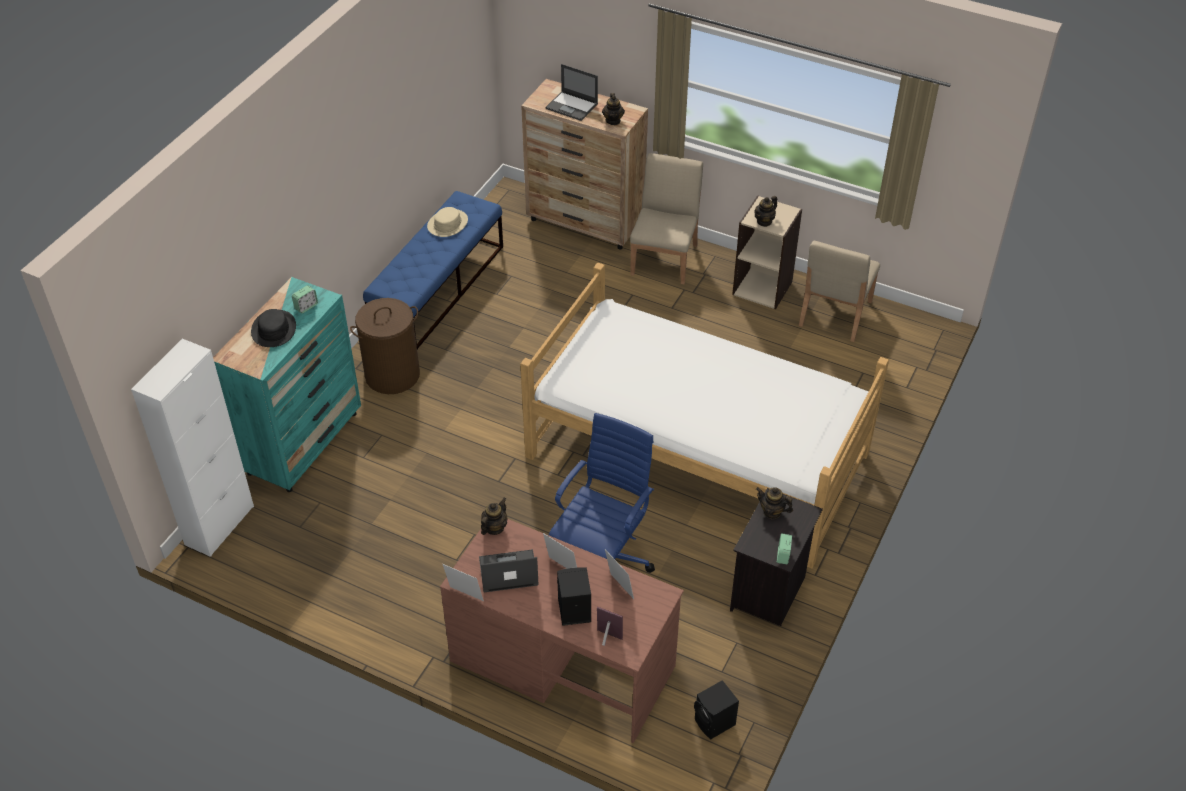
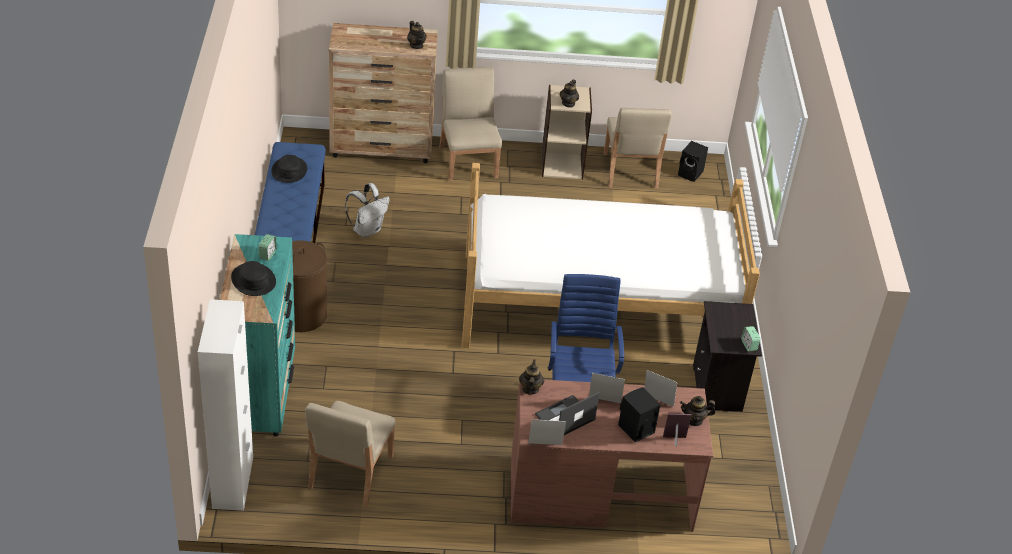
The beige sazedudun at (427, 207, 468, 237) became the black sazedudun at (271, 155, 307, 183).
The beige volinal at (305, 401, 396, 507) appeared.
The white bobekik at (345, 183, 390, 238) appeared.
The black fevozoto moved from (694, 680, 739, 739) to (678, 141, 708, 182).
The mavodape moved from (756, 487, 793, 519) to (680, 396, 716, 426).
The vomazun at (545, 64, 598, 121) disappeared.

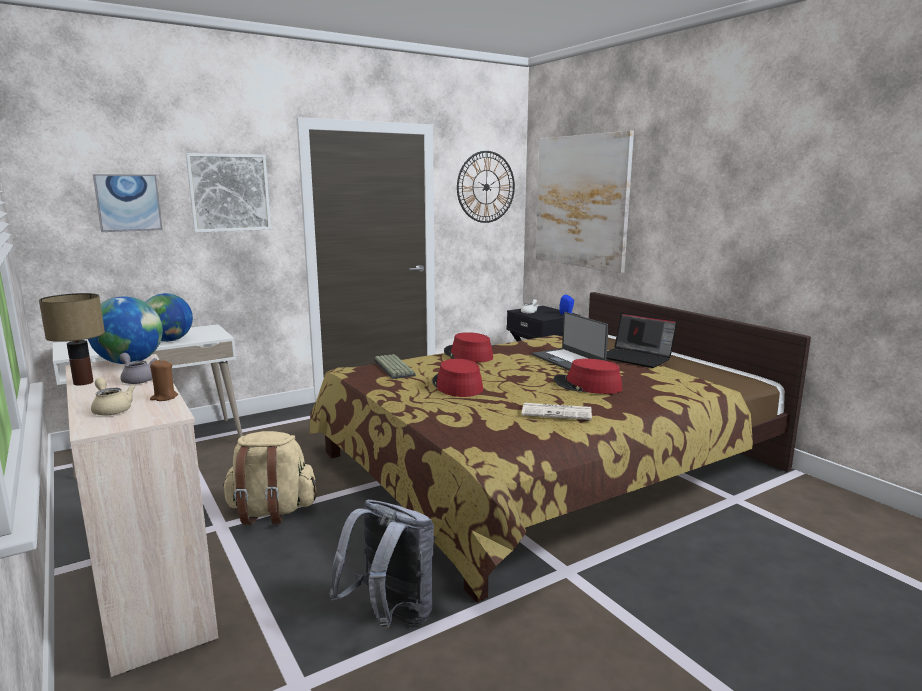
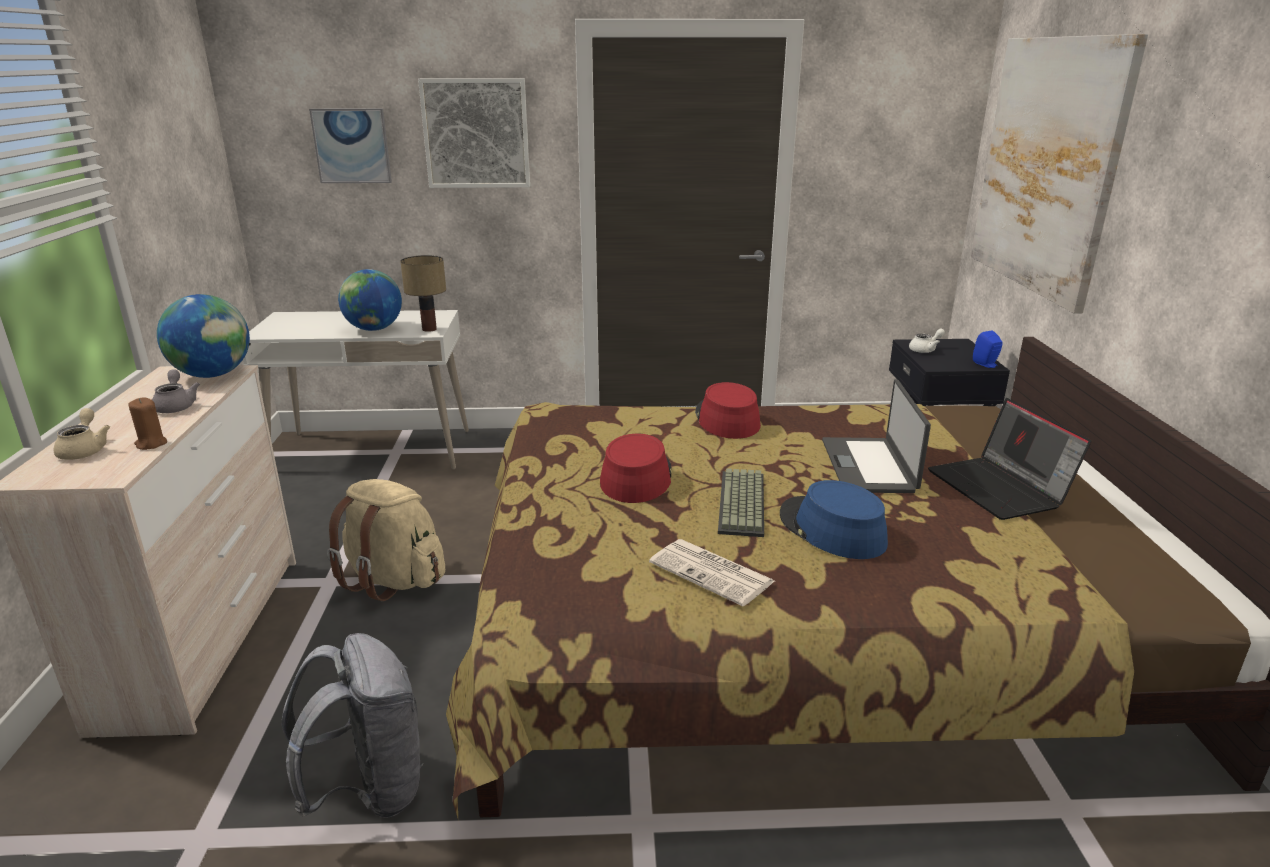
The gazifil moved from (39, 293, 105, 386) to (400, 255, 446, 332).
The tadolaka moved from (374, 354, 416, 379) to (718, 468, 764, 537).
The red sazedudun at (553, 359, 622, 394) became the blue sazedudun at (780, 480, 888, 559).
The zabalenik at (457, 151, 515, 223) disappeared.

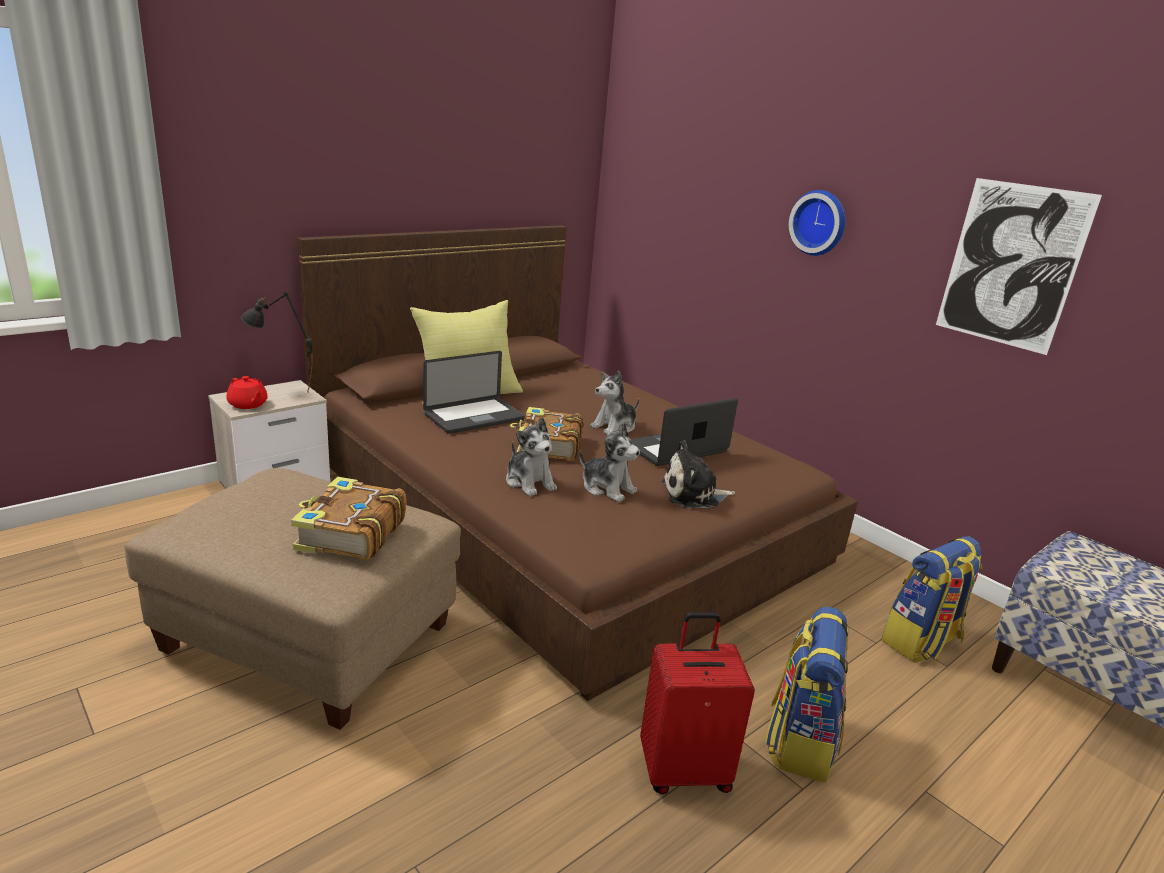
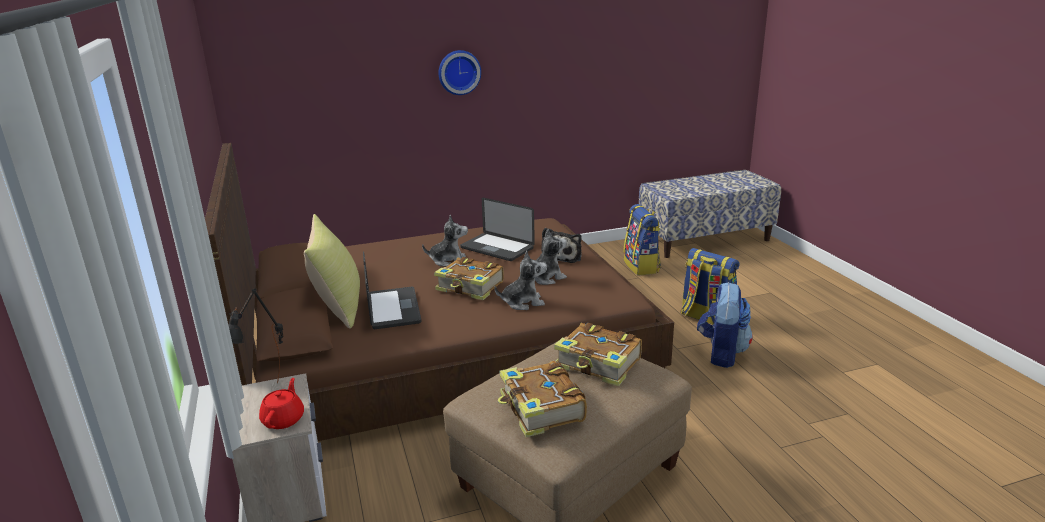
The red mavodape at (226, 376, 268, 409) turned 60 degrees counterclockwise.
The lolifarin at (590, 371, 640, 435) turned 75 degrees counterclockwise.
The vomazun at (631, 398, 738, 466) turned 45 degrees counterclockwise.
The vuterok at (498, 361, 587, 437) appeared.
The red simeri at (640, 612, 755, 794) was replaced by the bobekik at (697, 282, 753, 368).
The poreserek at (936, 178, 1102, 355) disappeared.

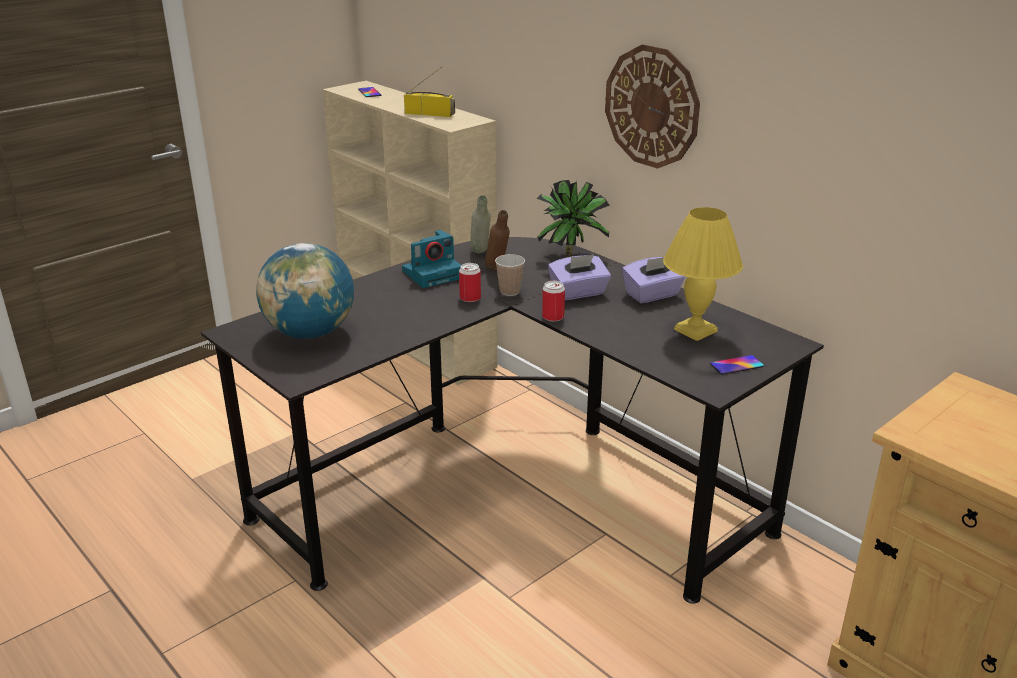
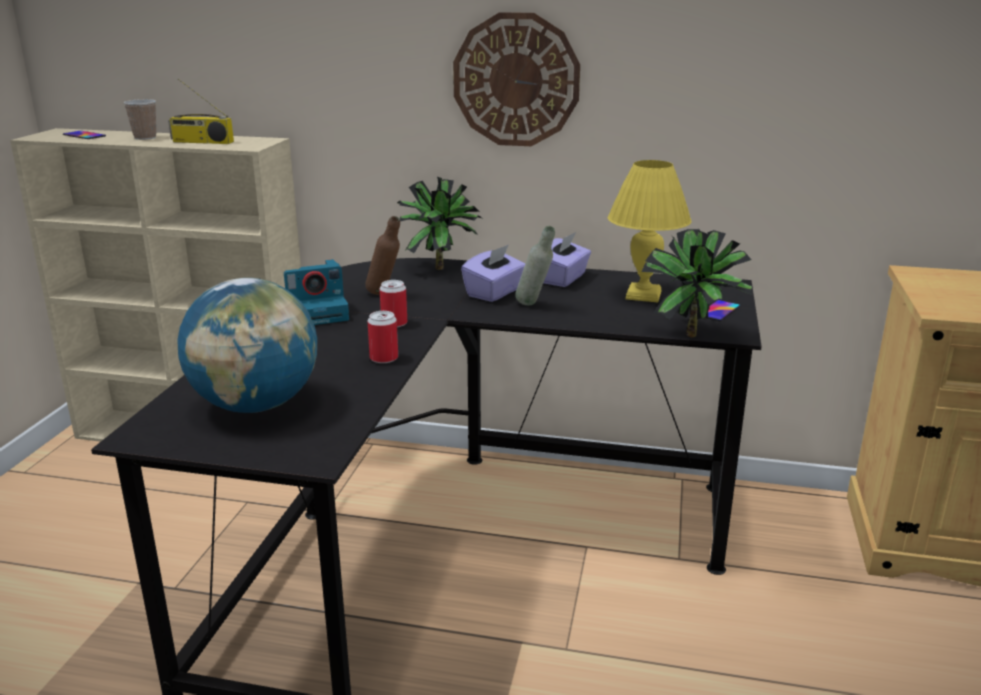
The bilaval moved from (495, 254, 525, 296) to (123, 99, 156, 140).
The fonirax at (404, 66, 455, 117) turned 150 degrees counterclockwise.
The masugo at (402, 230, 461, 288) turned 45 degrees clockwise.
The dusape moved from (542, 281, 565, 322) to (367, 311, 398, 363).
The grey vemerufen moved from (470, 195, 491, 253) to (515, 226, 555, 306).
The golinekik at (641, 229, 753, 337) appeared.

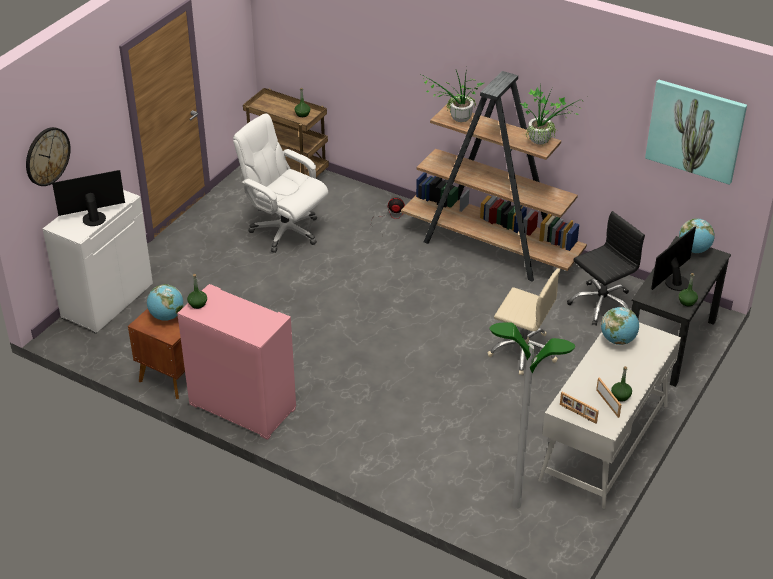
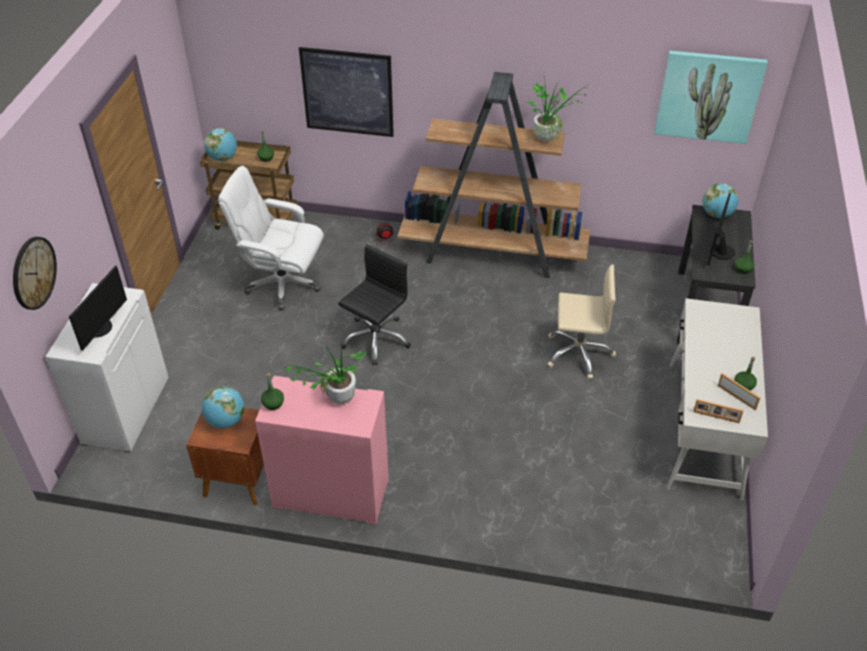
The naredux at (52, 170, 125, 226) turned 150 degrees clockwise.
The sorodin moved from (601, 307, 639, 345) to (204, 128, 237, 161).
The golinekik moved from (423, 68, 484, 122) to (284, 346, 367, 404).
The poreserek at (299, 47, 394, 137) appeared.
The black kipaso moved from (567, 211, 645, 326) to (338, 244, 411, 365).
The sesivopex at (490, 322, 575, 509) disappeared.

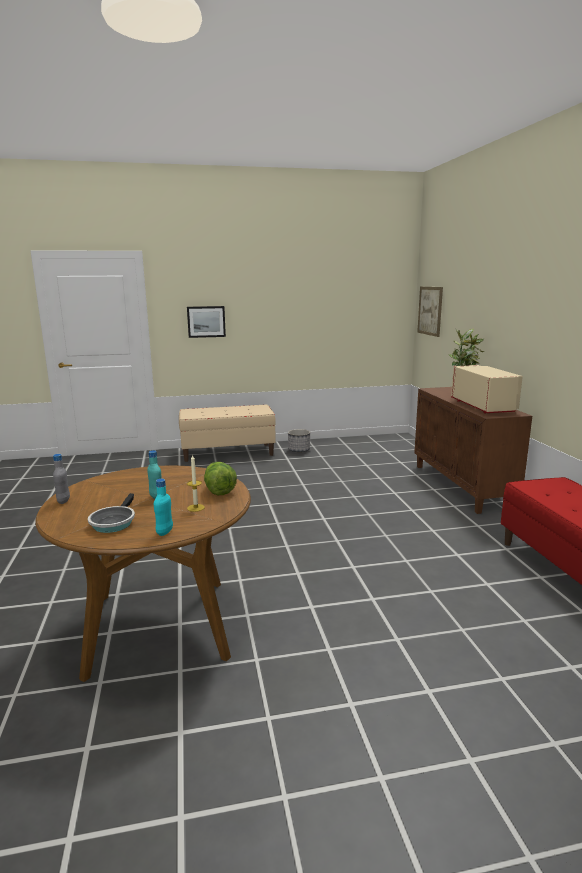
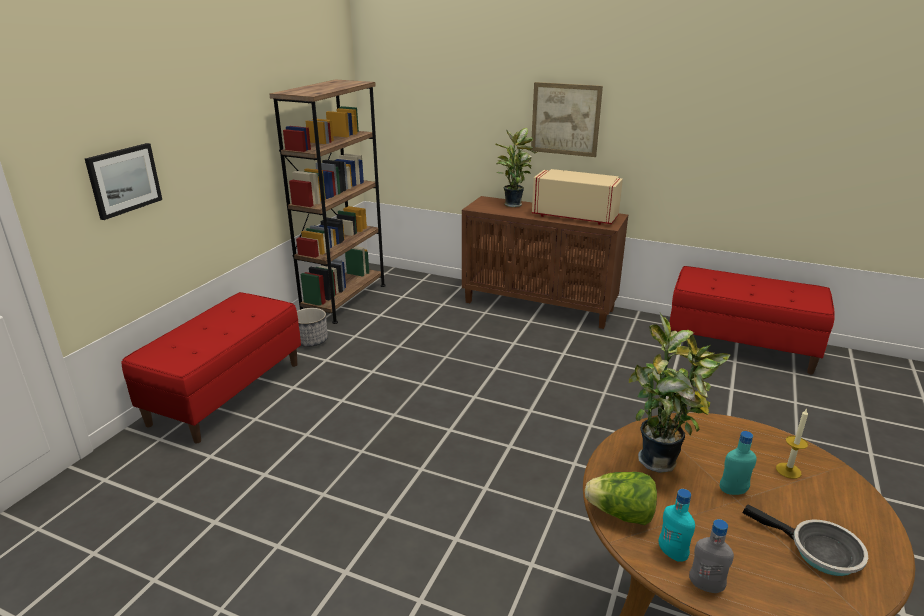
The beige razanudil at (179, 405, 276, 462) became the red razanudil at (122, 292, 301, 444).
The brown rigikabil at (269, 79, 386, 324) appeared.
The poreserek moved from (417, 287, 443, 337) to (531, 82, 603, 157).
The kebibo moved from (204, 462, 237, 495) to (585, 472, 657, 525).
The golinekik at (629, 313, 731, 473) appeared.
The turquoise vemerufen moved from (154, 479, 173, 536) to (658, 489, 695, 562).

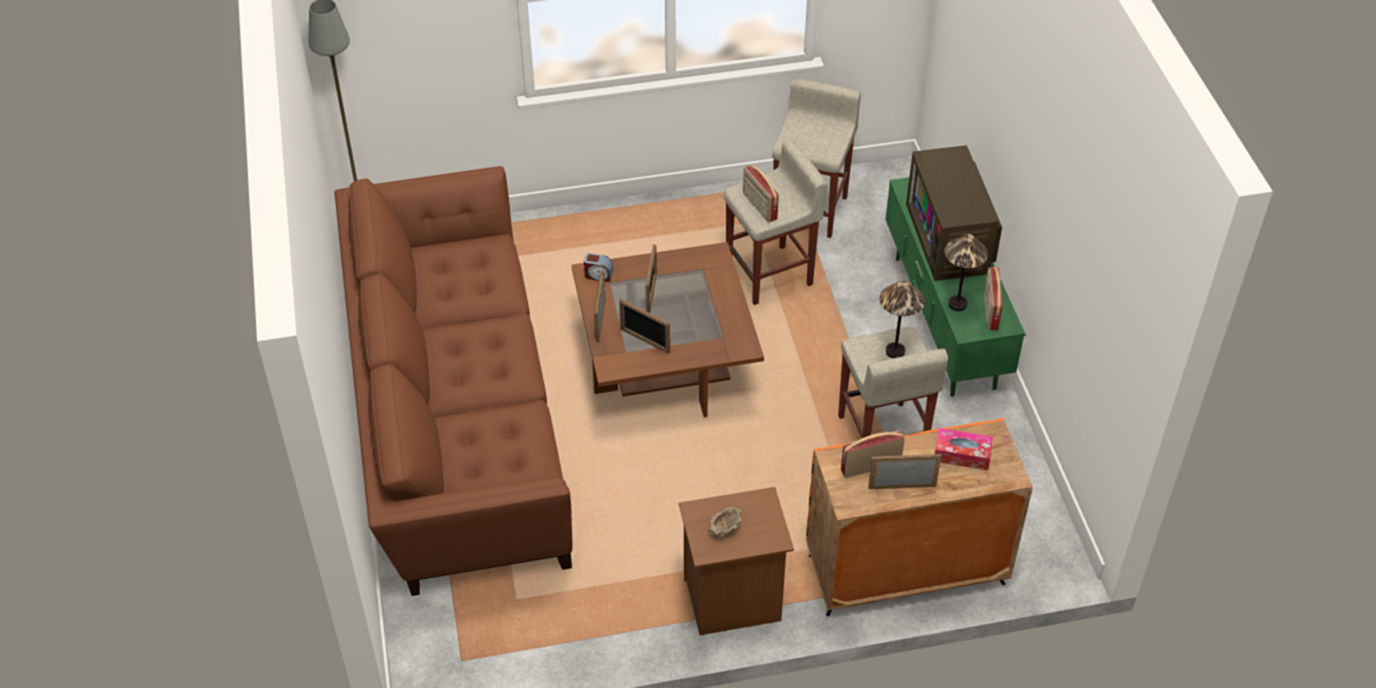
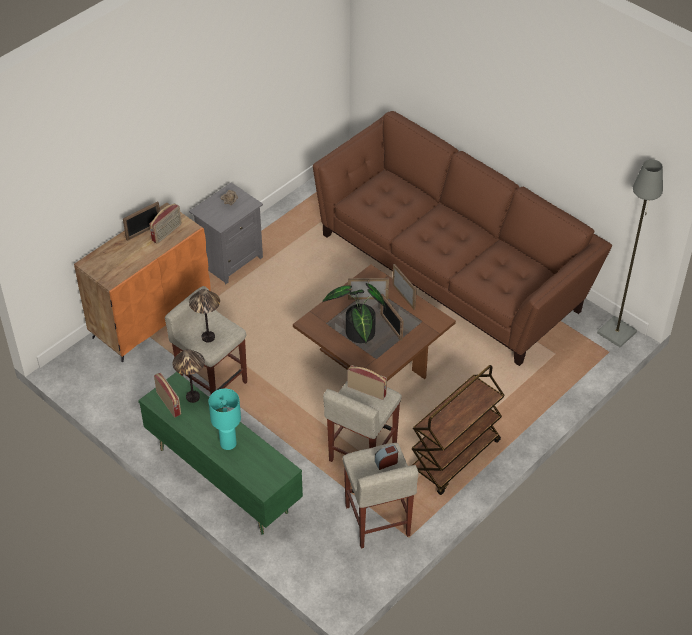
The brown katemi at (679, 487, 794, 635) became the grey katemi at (189, 182, 263, 284).
The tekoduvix at (906, 145, 1002, 281) was replaced by the turquoise gazifil at (209, 389, 241, 450).
The golinekik at (322, 283, 386, 343) appeared.
The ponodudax moved from (584, 253, 613, 282) to (375, 444, 398, 470).
The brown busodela at (412, 365, 505, 495) appeared.
The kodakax at (935, 428, 993, 470) disappeared.

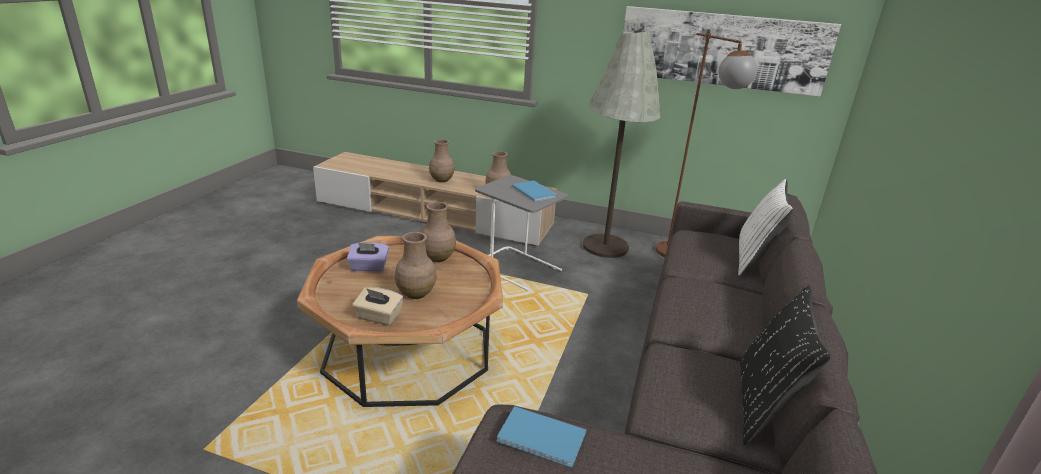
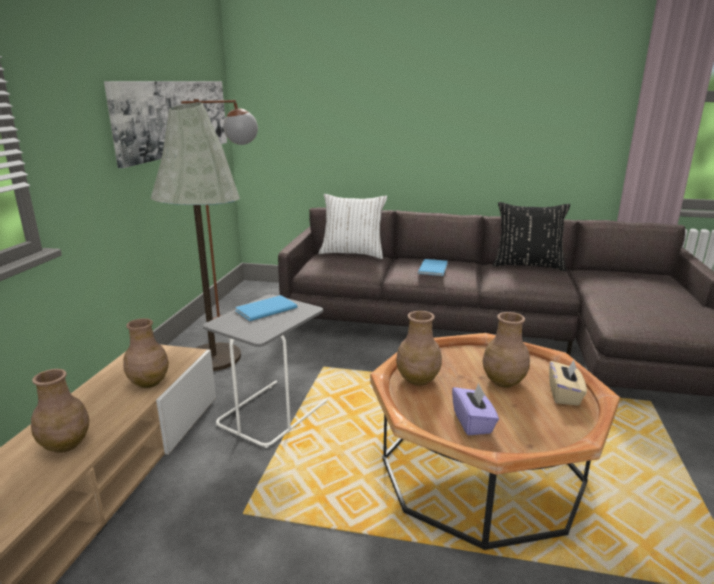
The blue vuterok moved from (497, 406, 586, 467) to (418, 259, 448, 276).

